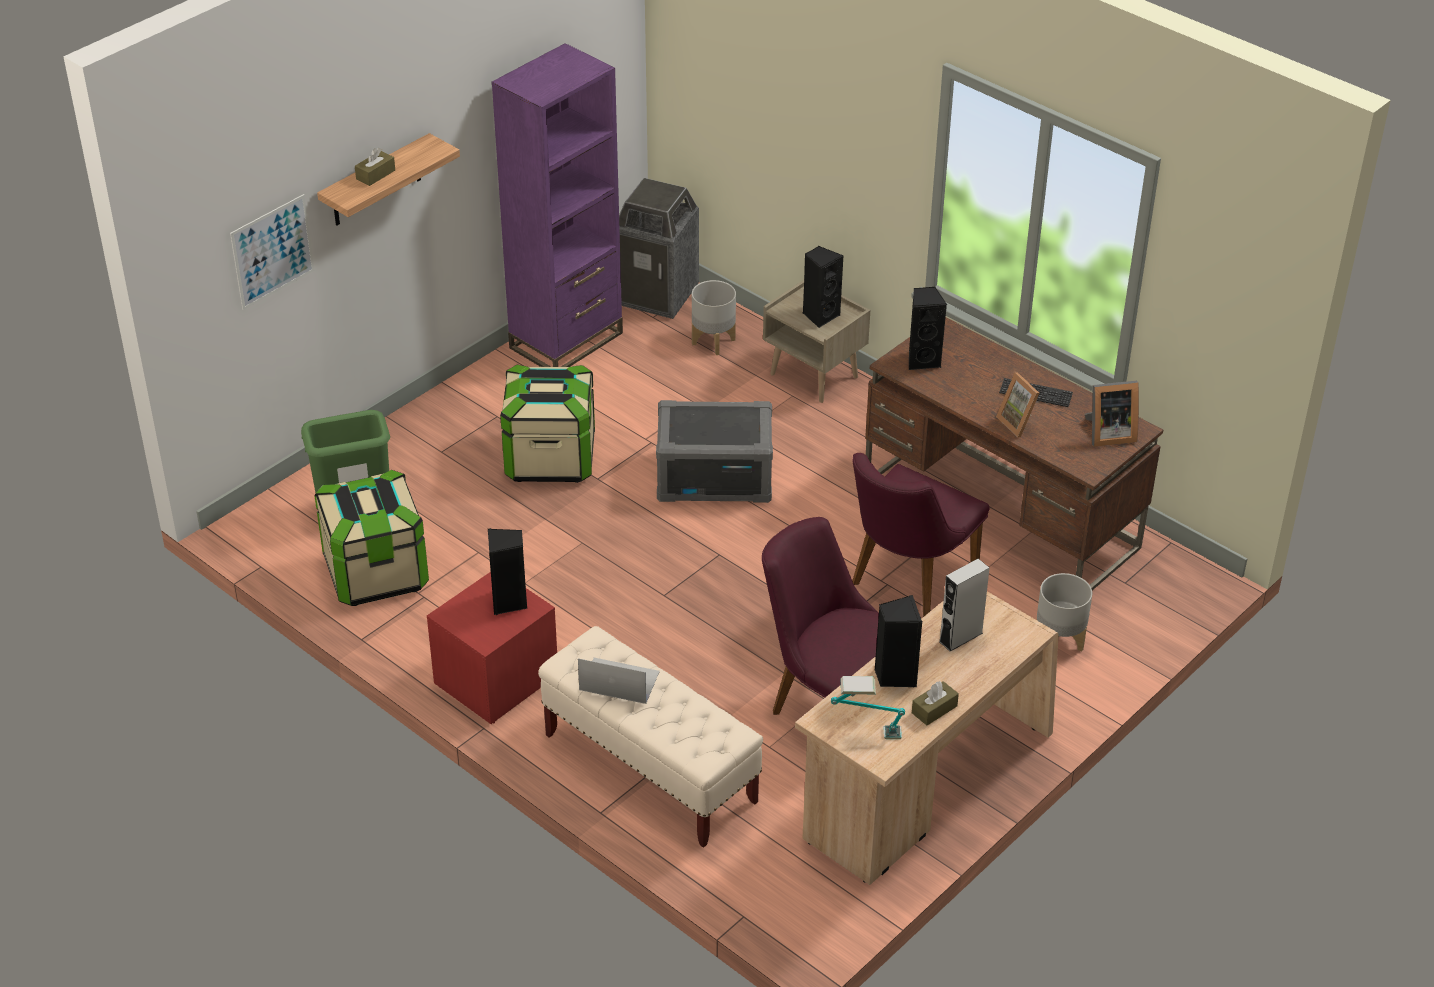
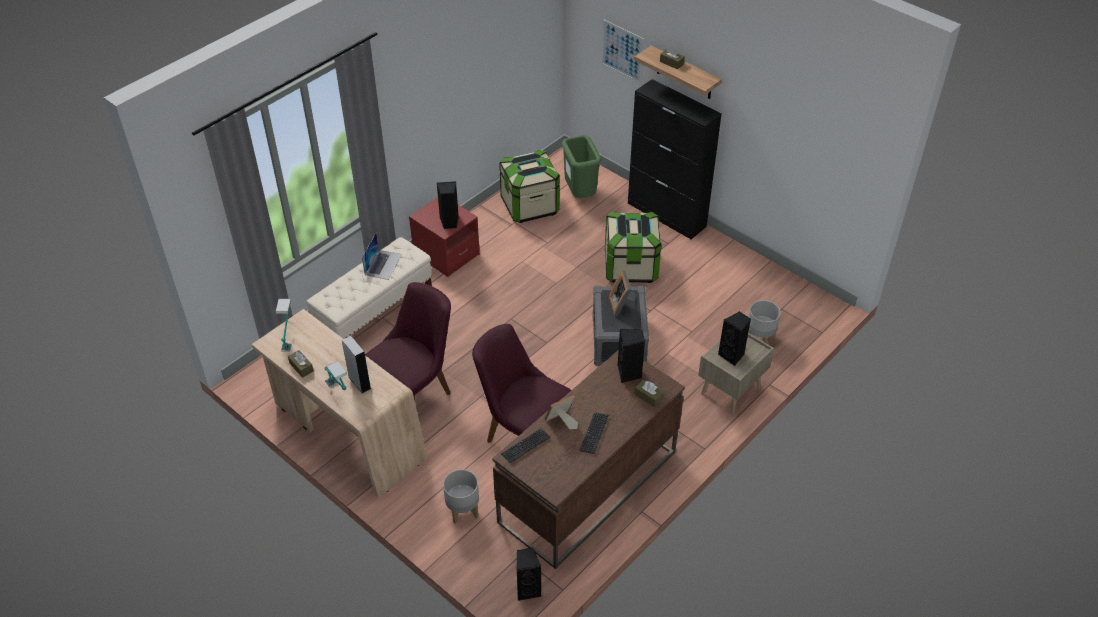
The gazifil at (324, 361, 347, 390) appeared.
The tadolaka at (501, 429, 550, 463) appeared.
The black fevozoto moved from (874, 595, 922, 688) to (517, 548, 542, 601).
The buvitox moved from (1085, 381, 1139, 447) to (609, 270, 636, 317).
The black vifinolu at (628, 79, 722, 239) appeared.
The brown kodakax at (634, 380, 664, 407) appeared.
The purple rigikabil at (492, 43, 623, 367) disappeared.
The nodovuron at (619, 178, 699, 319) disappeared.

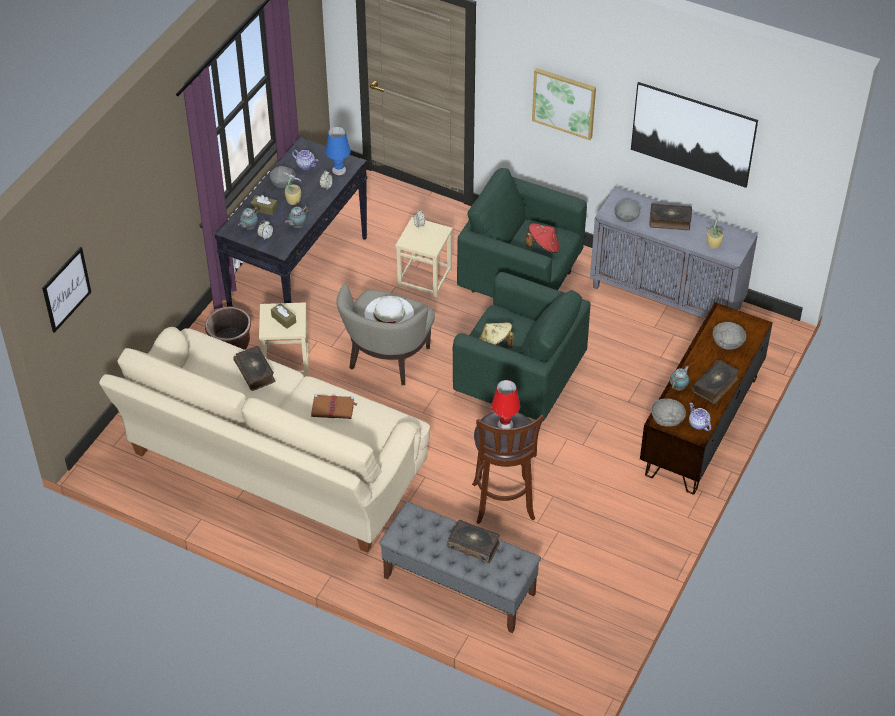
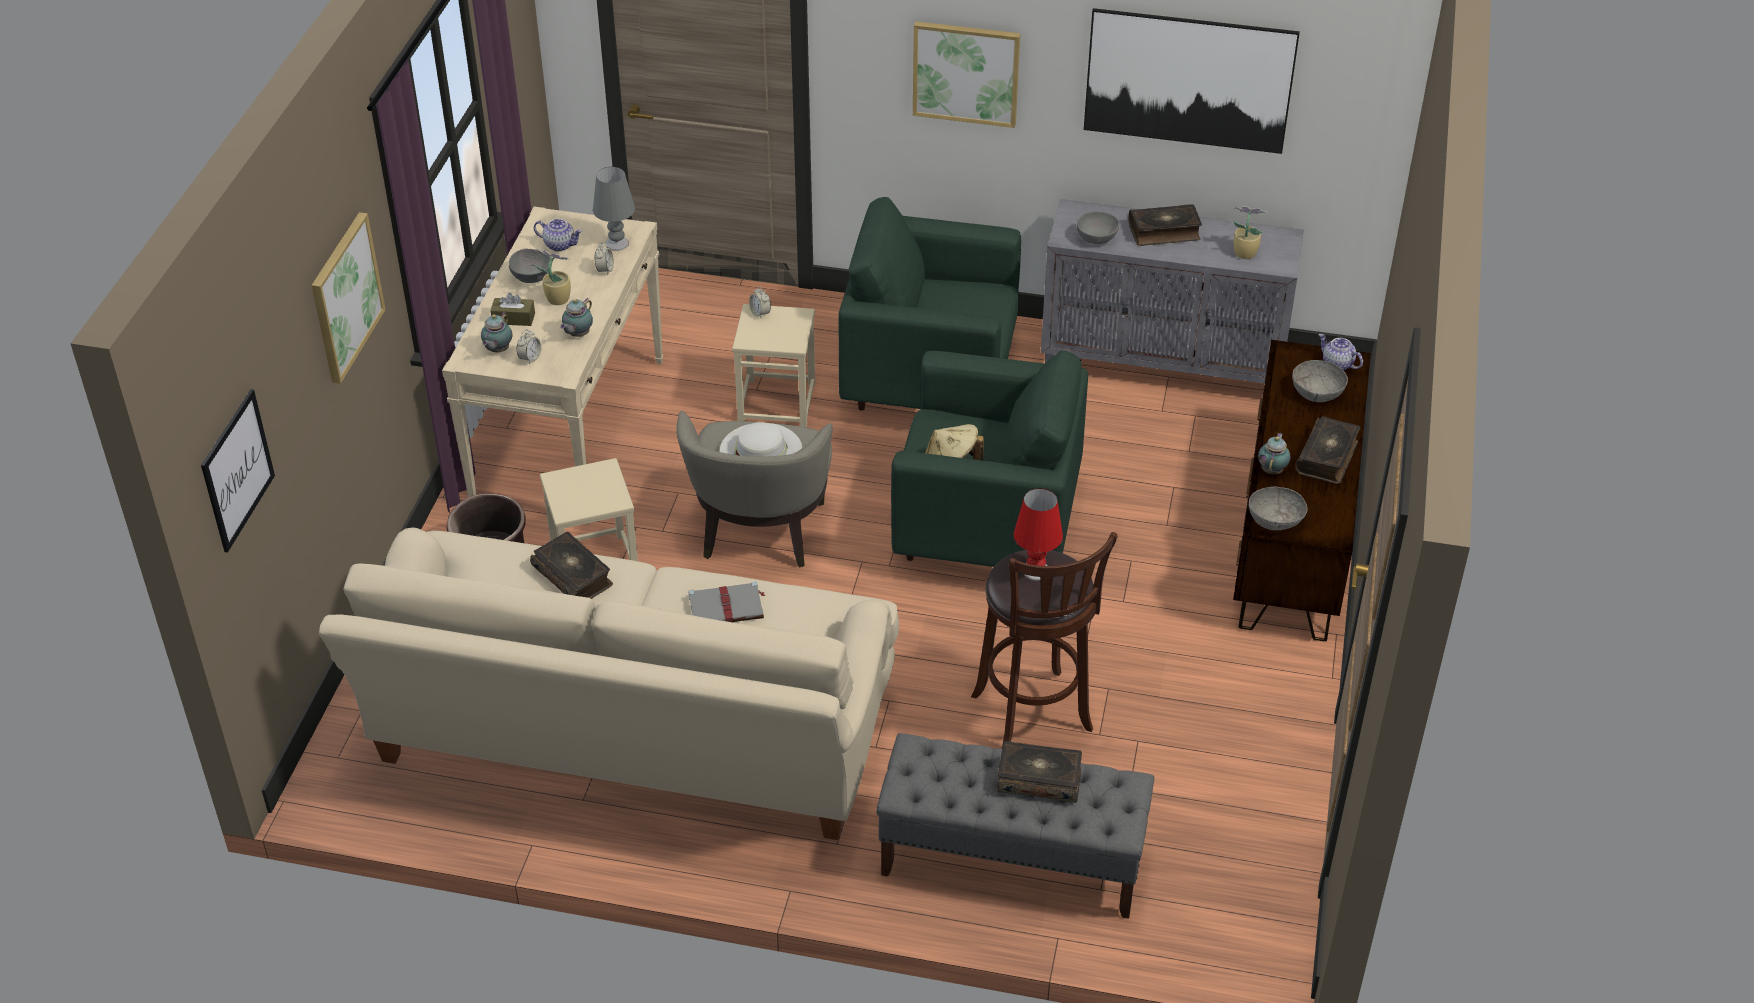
The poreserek at (311, 212, 386, 384) appeared.
The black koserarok at (215, 137, 368, 307) became the beige koserarok at (442, 206, 664, 525).
The blue gazifil at (325, 127, 351, 175) became the grey gazifil at (593, 167, 635, 251).
The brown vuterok at (311, 394, 358, 419) became the grey vuterok at (688, 582, 766, 622).
The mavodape moved from (689, 403, 711, 431) to (1319, 334, 1363, 371).
The brown kodakax at (271, 303, 296, 329) disappeared.
The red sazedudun at (526, 223, 560, 253) disappeared.

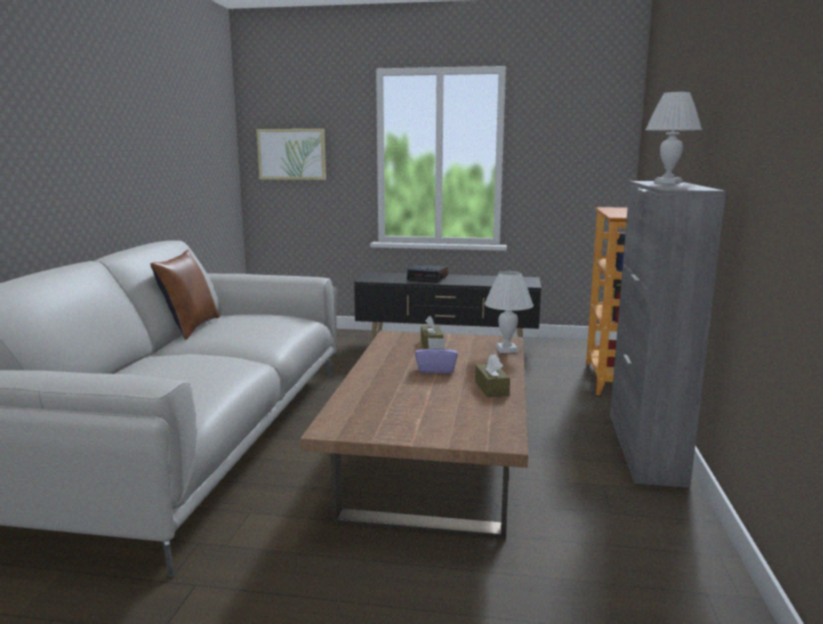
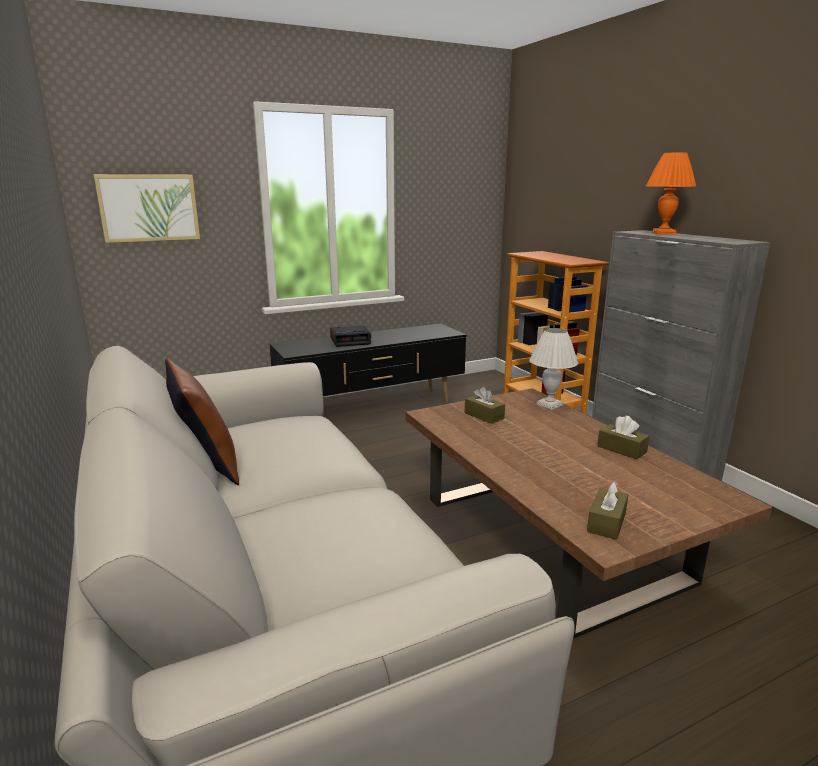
The brown kodakax at (587, 481, 628, 540) appeared.
The white gazifil at (645, 92, 702, 184) became the orange gazifil at (646, 152, 696, 235).
The purple kodakax at (415, 338, 458, 373) disappeared.

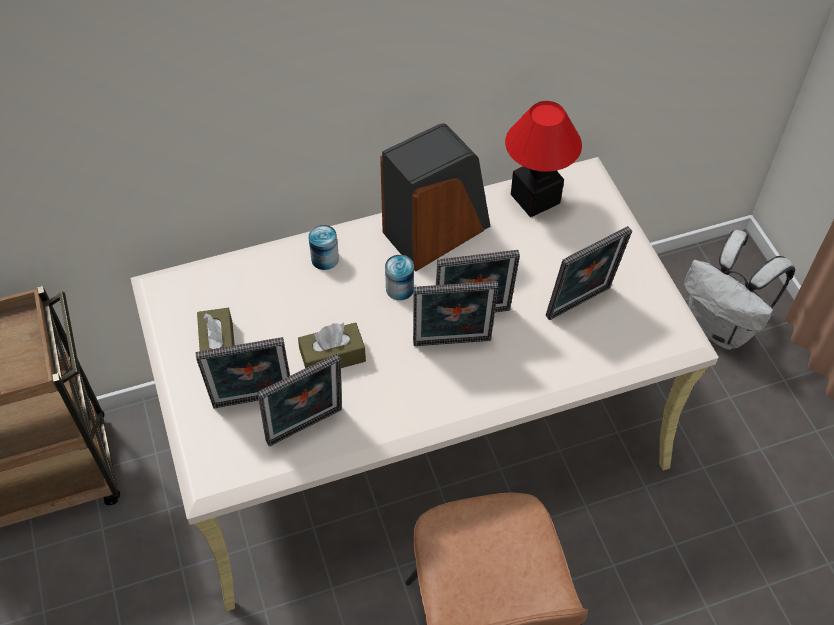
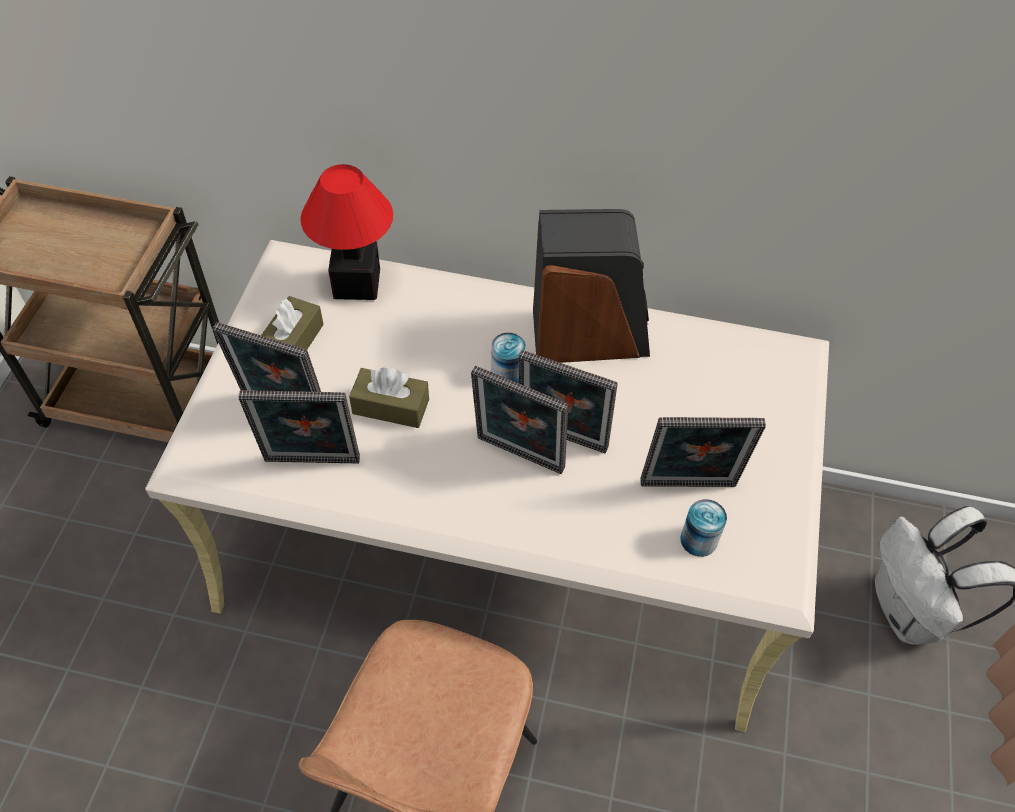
The gazifil moved from (505, 101, 582, 217) to (300, 164, 393, 300).
The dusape moved from (308, 225, 339, 270) to (680, 499, 727, 557).

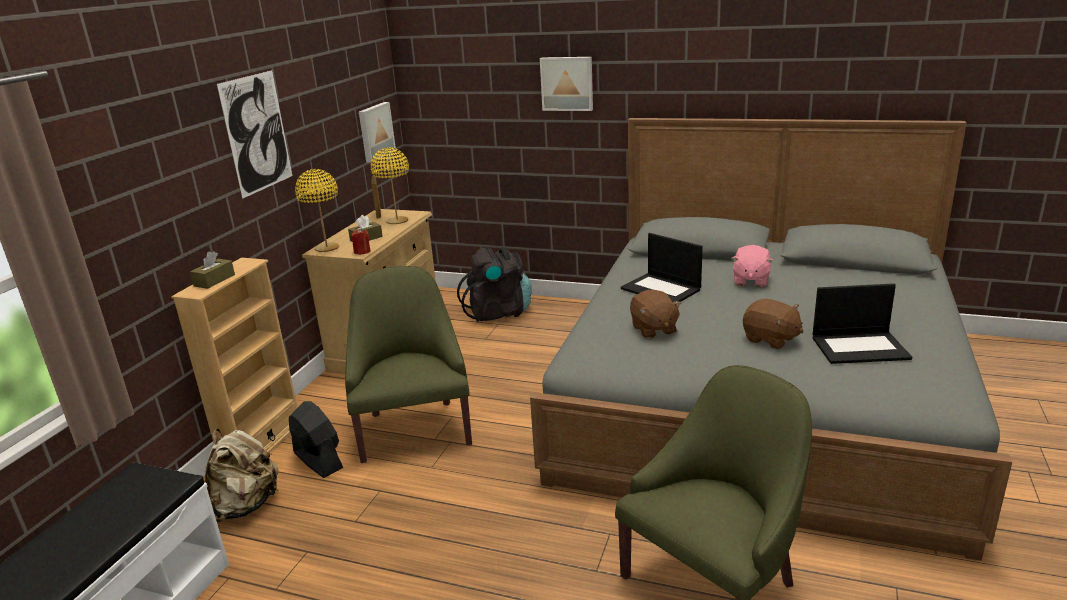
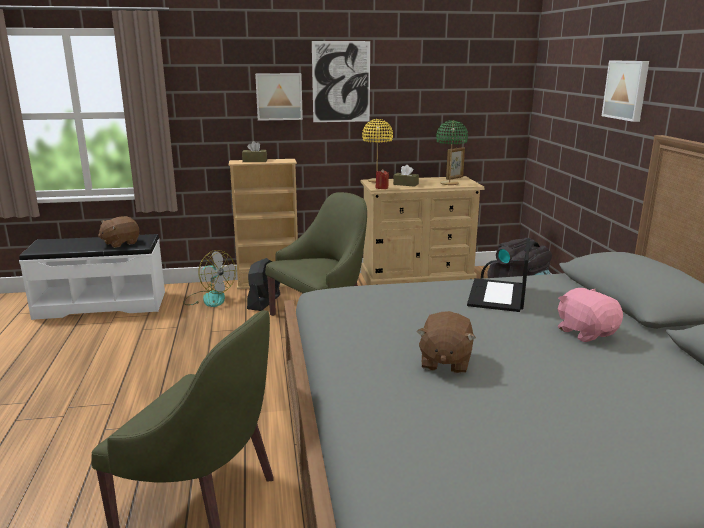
The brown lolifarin moved from (630, 290, 682, 339) to (98, 216, 139, 248).
The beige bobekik at (205, 428, 278, 522) was replaced by the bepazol at (183, 250, 236, 307).
The poreserek moved from (359, 102, 396, 163) to (255, 73, 303, 121).
The yellow gazifil at (371, 147, 409, 224) became the green gazifil at (436, 120, 468, 185).
The pink lolifarin at (731, 245, 773, 287) turned 75 degrees clockwise.
The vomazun at (813, 283, 912, 364) disappeared.

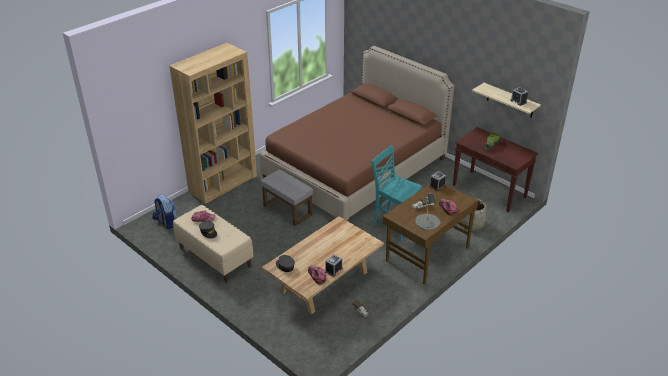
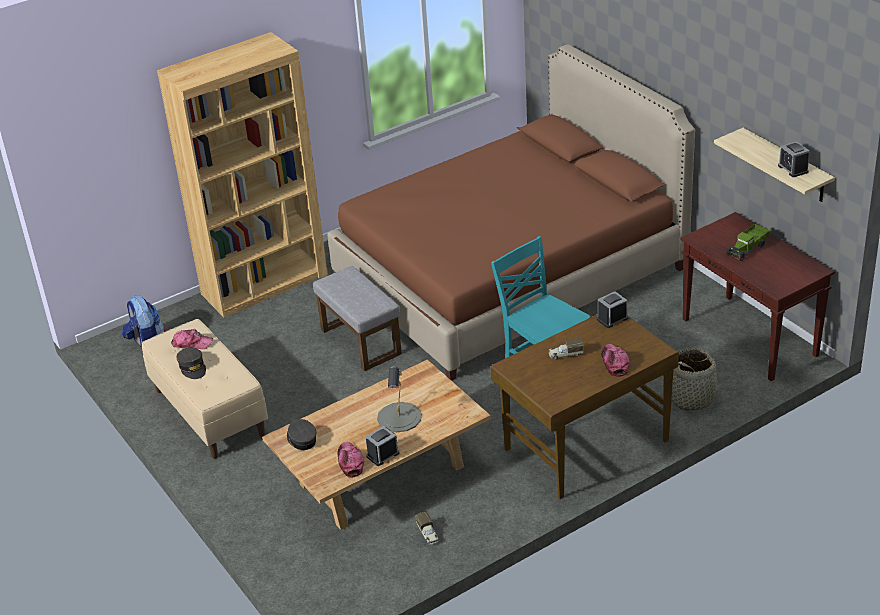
The grey gazifil moved from (415, 193, 440, 230) to (377, 366, 422, 432).

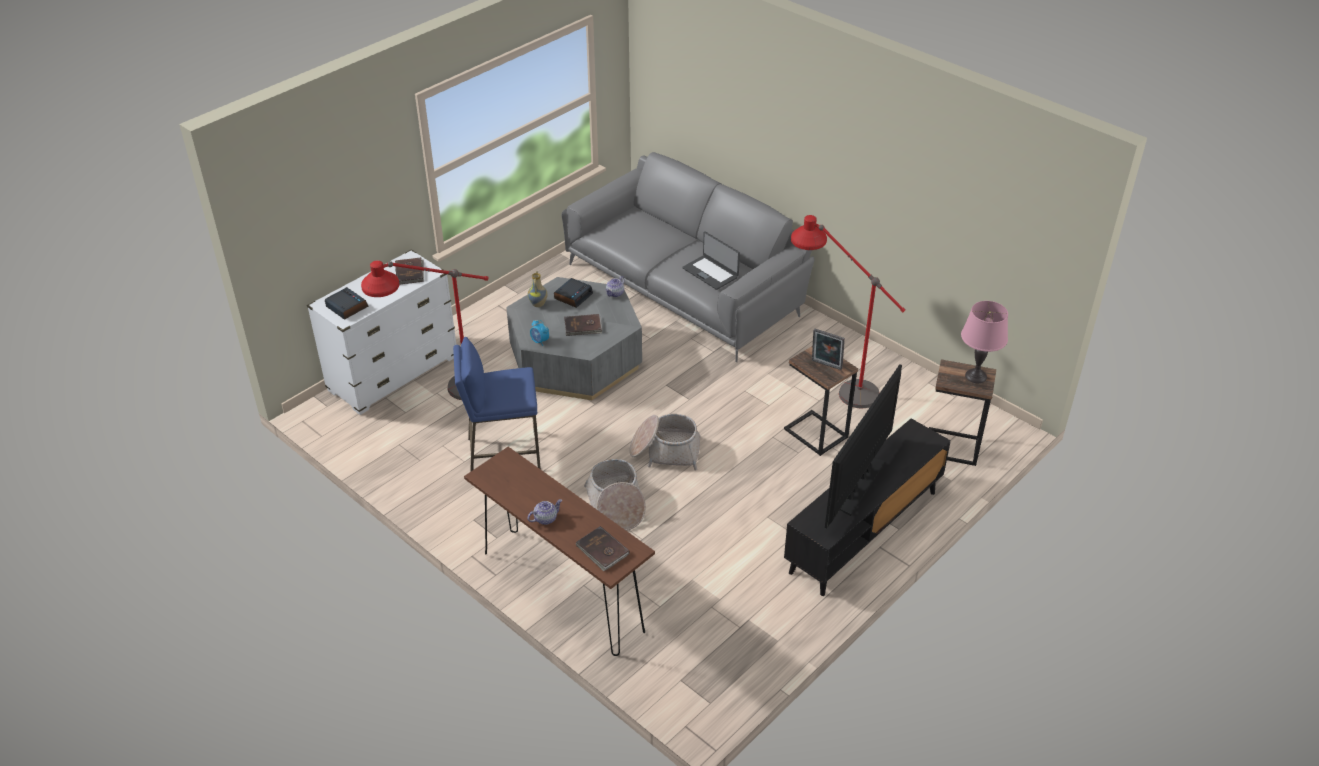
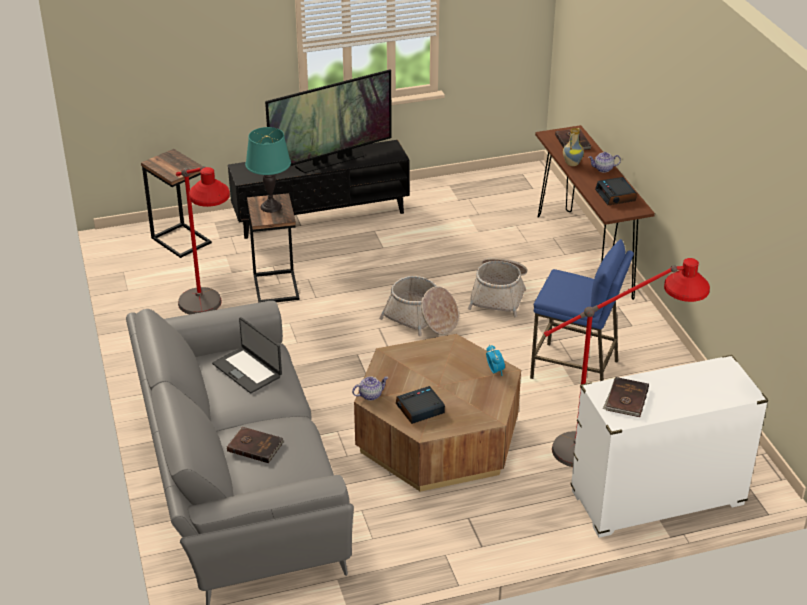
The vomazun at (682, 231, 740, 290) turned 150 degrees clockwise.
The brown vuterok moved from (564, 314, 602, 336) to (227, 426, 284, 463).
The buvitox at (812, 329, 845, 370) was replaced by the turquoise gazifil at (245, 127, 291, 213).
The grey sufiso at (506, 277, 642, 400) became the brown sufiso at (354, 334, 521, 492).
The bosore moved from (528, 271, 548, 307) to (563, 128, 584, 166).
The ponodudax moved from (325, 287, 368, 320) to (595, 177, 637, 205).
The pink gazifil at (961, 301, 1008, 383) disappeared.

